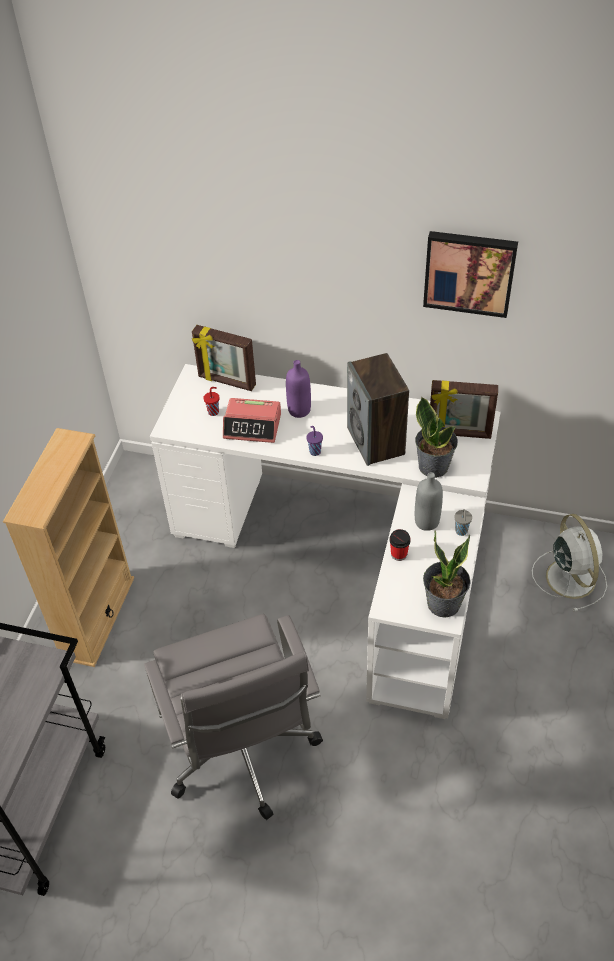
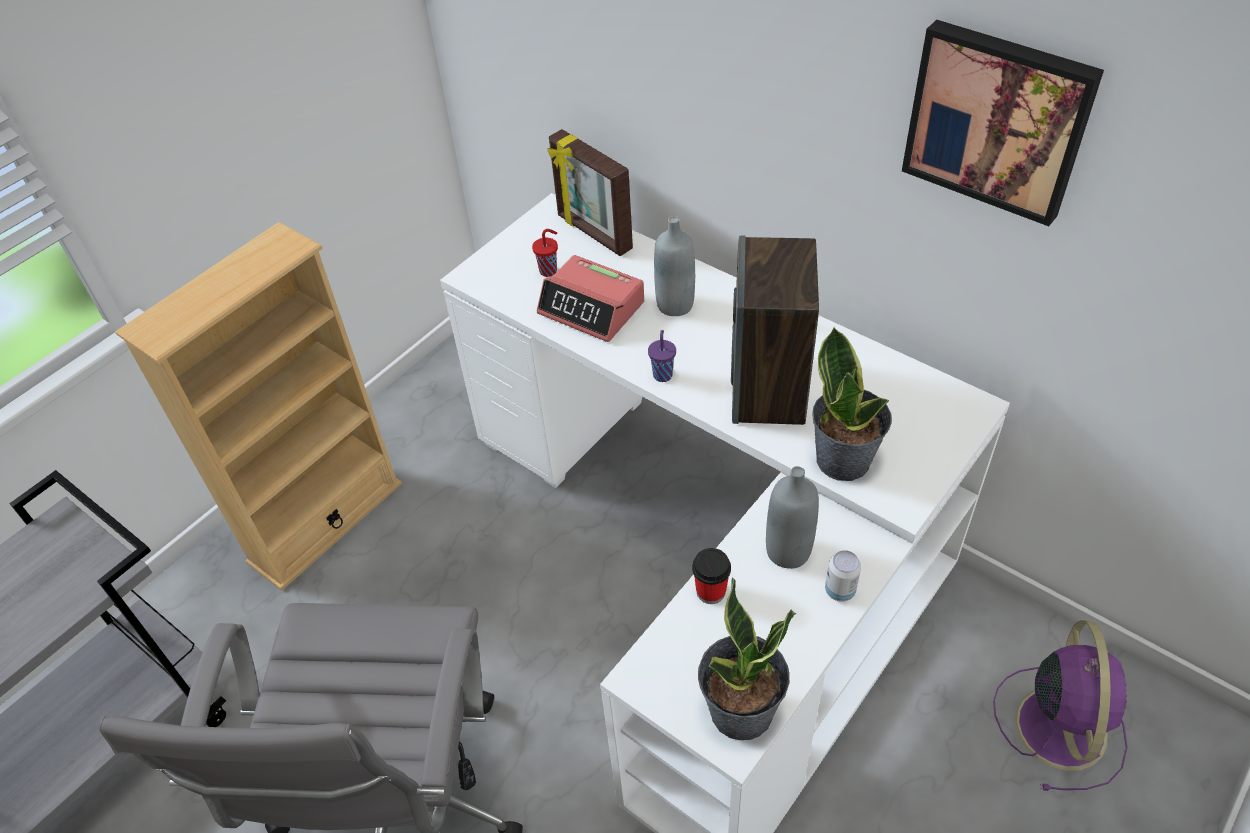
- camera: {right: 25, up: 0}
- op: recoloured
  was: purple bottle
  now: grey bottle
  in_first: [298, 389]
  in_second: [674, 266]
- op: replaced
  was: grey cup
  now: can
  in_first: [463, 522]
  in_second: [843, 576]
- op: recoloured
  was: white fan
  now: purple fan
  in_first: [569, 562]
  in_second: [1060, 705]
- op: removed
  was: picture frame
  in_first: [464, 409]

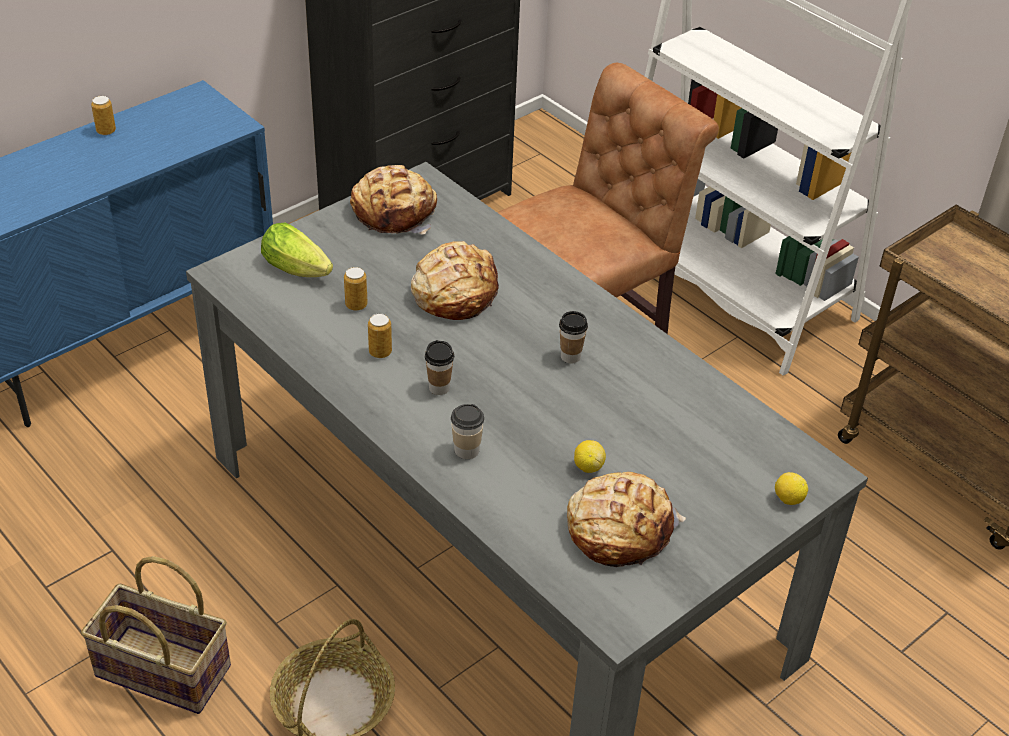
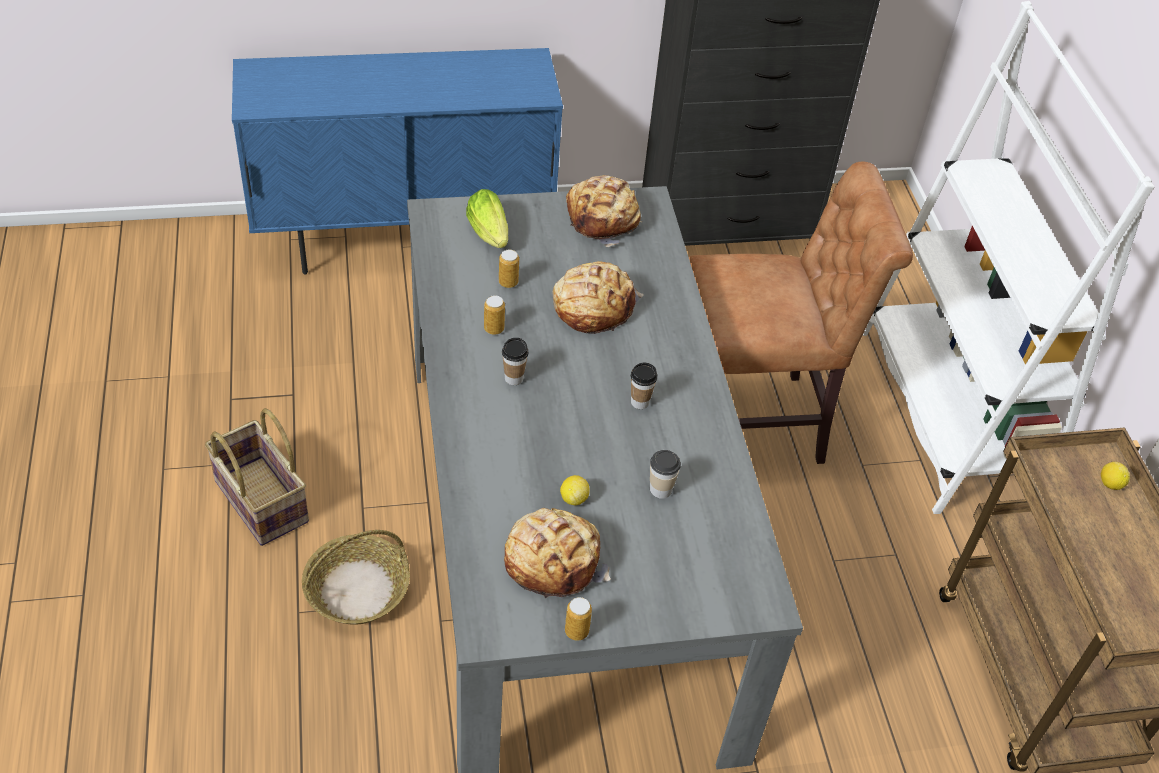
- camera: {right: 30, up: 5}
- op: moved
  was: can
  in_first: [103, 115]
  in_second: [578, 619]
- op: moved
  was: cup
  in_first: [467, 431]
  in_second: [665, 474]
- op: moved
  was: lemon
  in_first: [791, 488]
  in_second: [1115, 476]

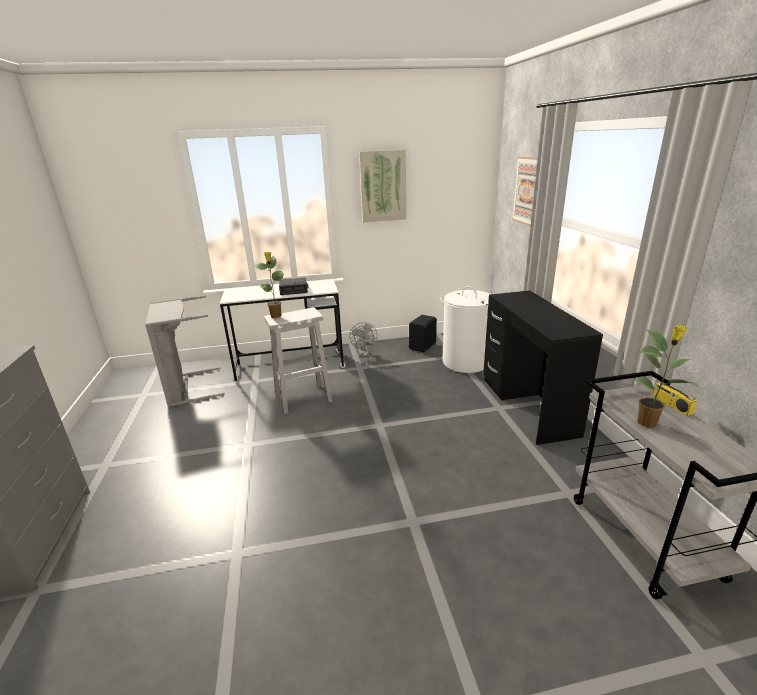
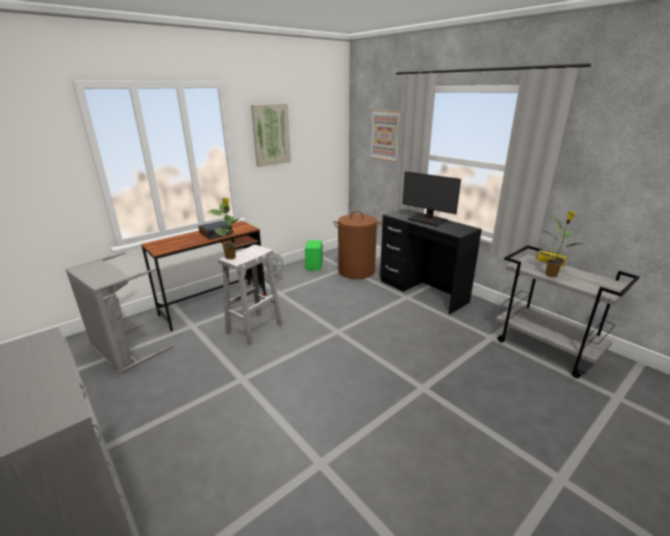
- camera: {right: -30, up: 0}
- op: recoloured
  was: white desk
  now: brown desk
  in_first: [282, 331]
  in_second: [204, 276]
- op: recoloured
  was: black speaker
  now: green speaker
  in_first: [423, 333]
  in_second: [314, 255]
- op: recoloured
  was: white laundry basket
  now: brown laundry basket
  in_first: [465, 329]
  in_second: [357, 245]
- op: added
  now: monitor
  in_second: [432, 198]

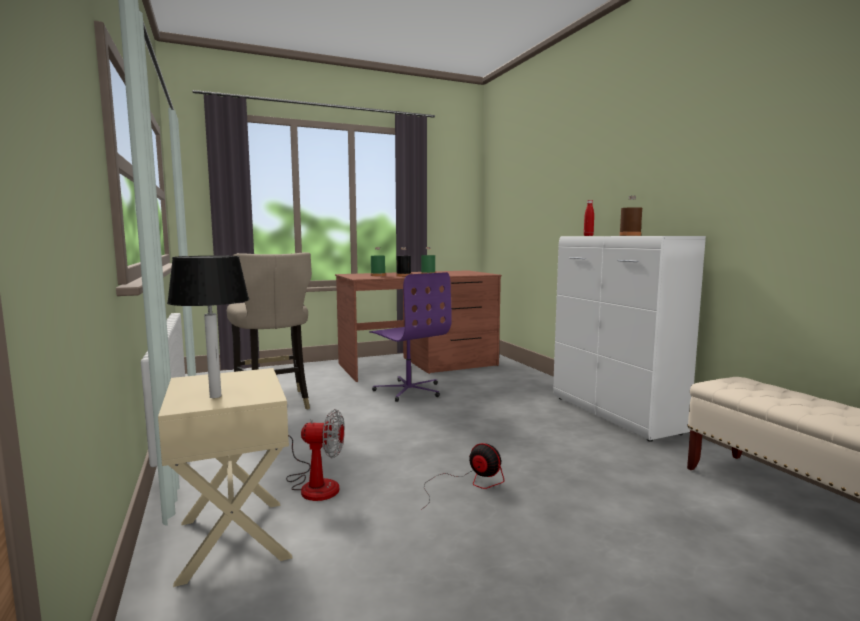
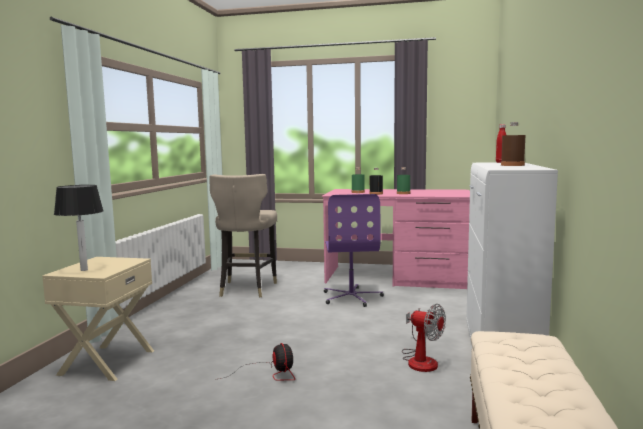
- camera: {right: 35, up: 0}
- op: recoloured
  was: brown desk
  now: pink desk
  in_first: [418, 326]
  in_second: [396, 239]
- op: moved
  was: fan
  in_first: [315, 455]
  in_second: [424, 338]

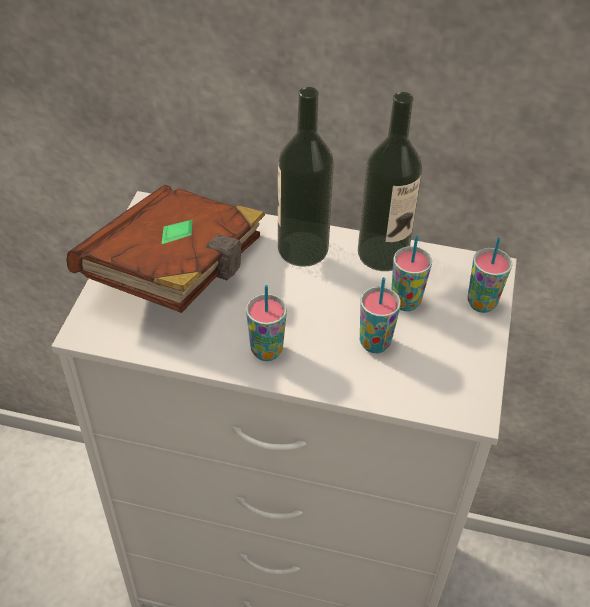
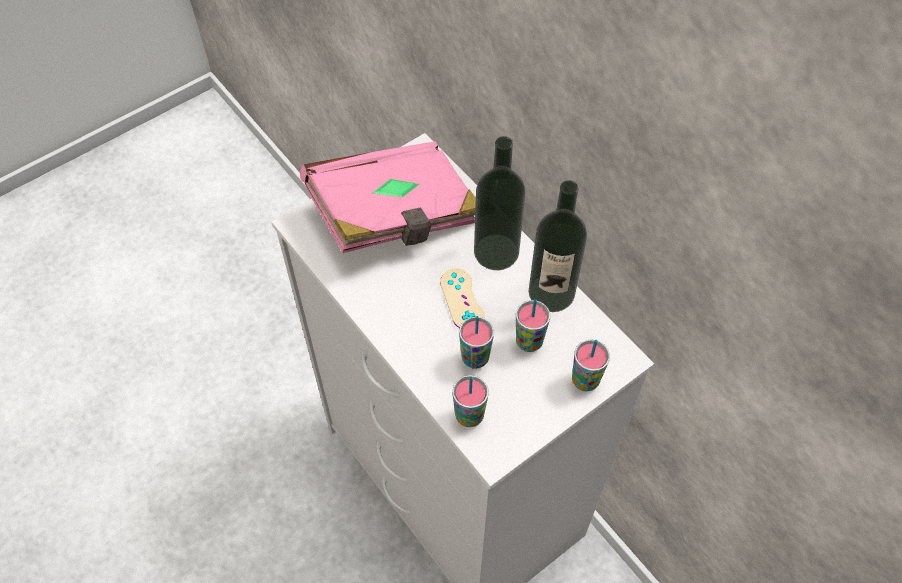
- camera: {right: 40, up: 10}
- op: recoloured
  was: brown book
  now: pink book
  in_first: [165, 249]
  in_second: [388, 197]
- op: added
  now: beige game controller
  in_second: [462, 298]
- op: moved
  was: cup
  in_first: [266, 323]
  in_second: [470, 401]

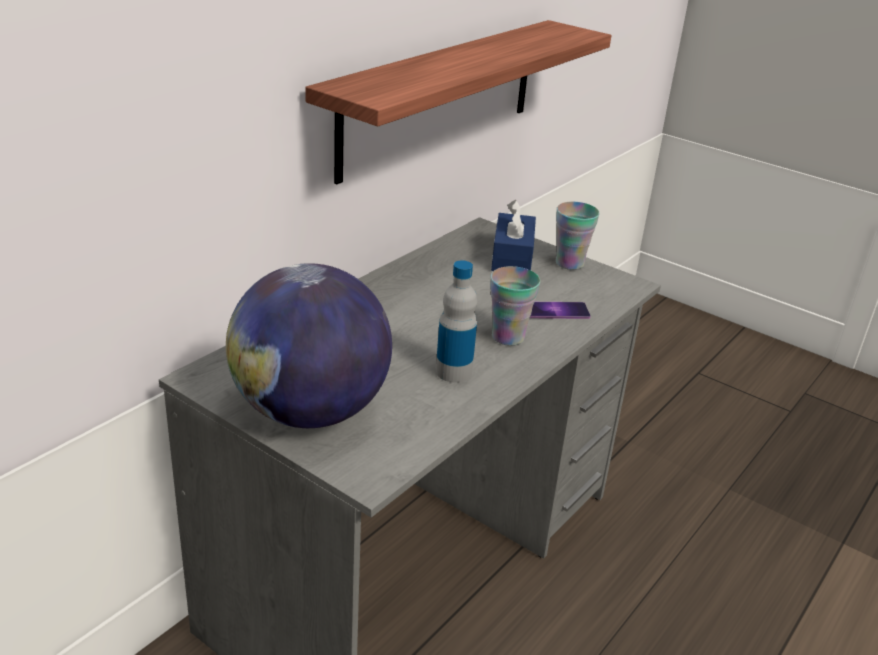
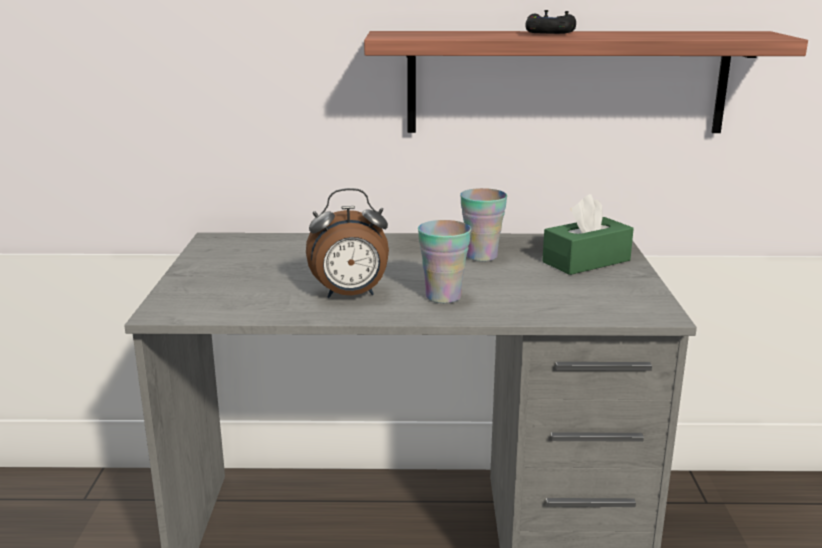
- camera: {right: 55, up: -10}
- op: replaced
  was: bottle
  now: alarm clock
  in_first: [456, 322]
  in_second: [347, 243]
- op: moved
  was: cup
  in_first: [578, 236]
  in_second: [483, 225]
- op: added
  now: black game controller
  in_second: [550, 22]
- op: recoloured
  was: blue tissue box
  now: green tissue box
  in_first: [513, 235]
  in_second: [588, 234]
- op: removed
  was: globe
  in_first: [309, 345]
- op: removed
  was: phone
  in_first: [560, 310]

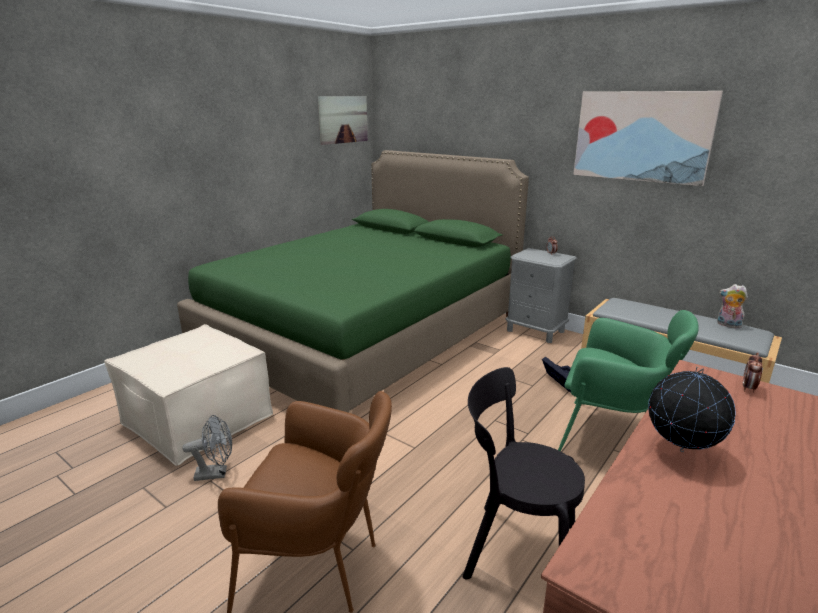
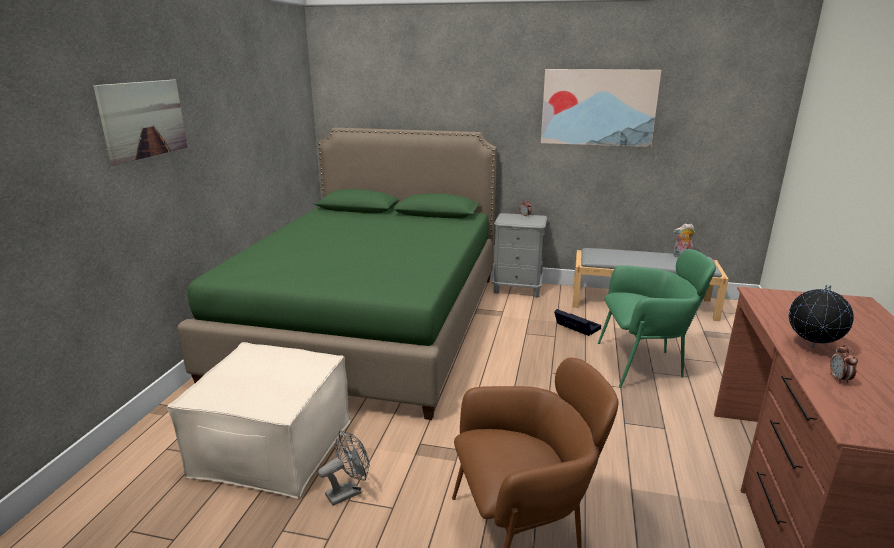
- camera: {right: -25, up: 0}
- op: moved
  was: picture
  in_first: [343, 120]
  in_second: [140, 122]
- op: moved
  was: alarm clock
  in_first: [752, 372]
  in_second: [844, 364]
- op: removed
  was: black chair
  in_first: [524, 473]

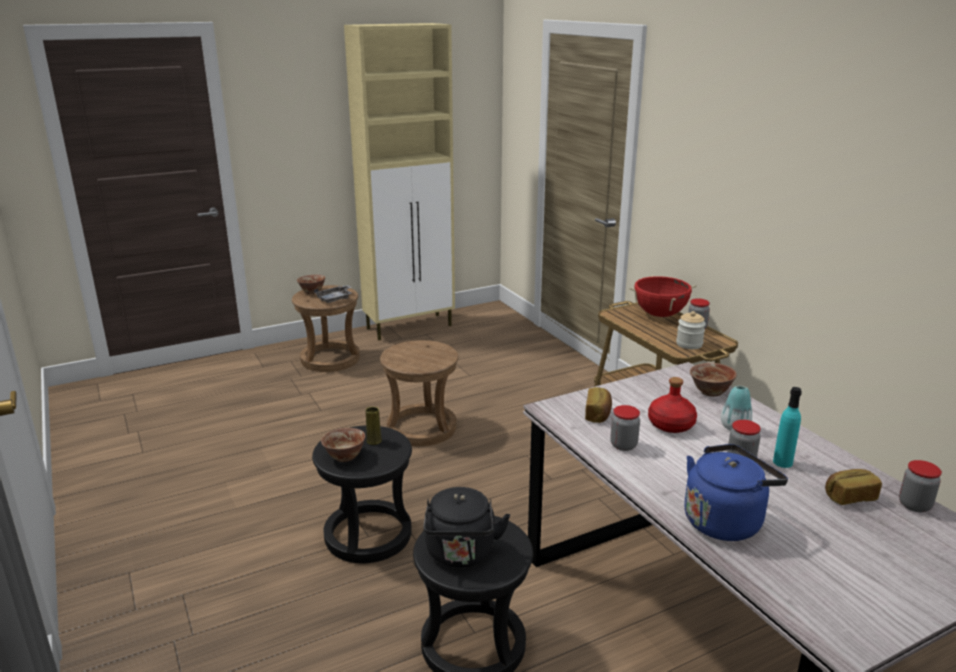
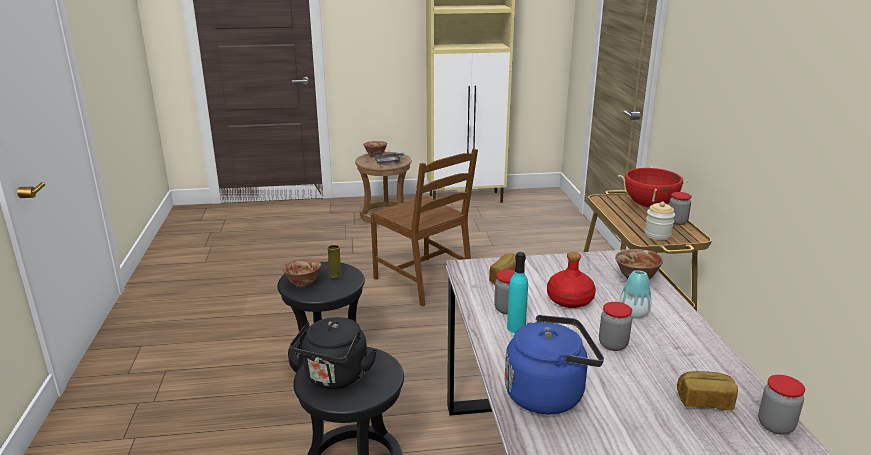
- camera: {right: 20, up: 0}
- op: replaced
  was: brown stool
  now: brown chair
  in_first: [419, 393]
  in_second: [424, 228]
- op: moved
  was: turquoise bottle
  in_first: [787, 427]
  in_second: [517, 292]

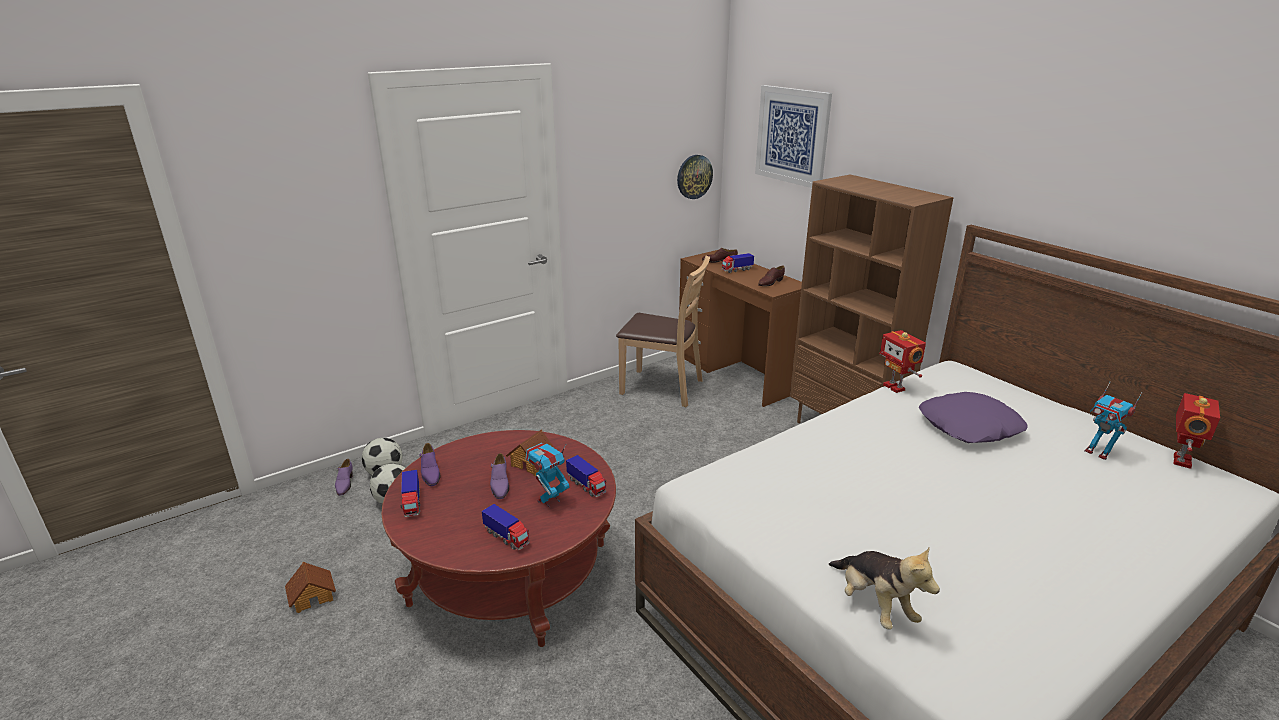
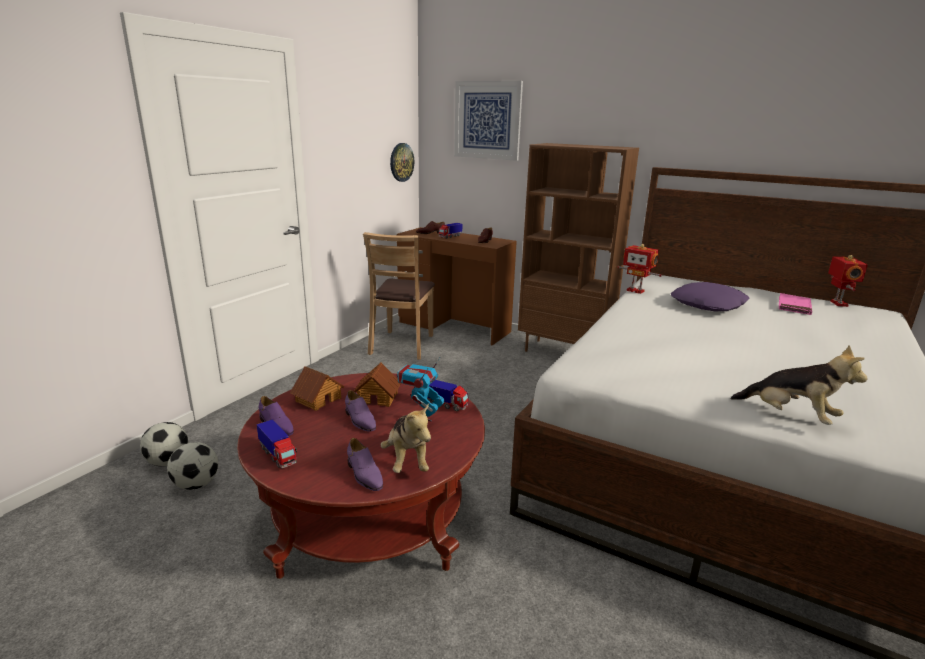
- camera: {right: -25, up: -5}
- op: moved
  was: toy house
  in_first: [310, 587]
  in_second: [317, 388]
- op: moved
  was: purple shoe
  in_first: [344, 477]
  in_second: [365, 464]
- op: turned
  was: brown chair
  in_first: [663, 331]
  in_second: [399, 296]
  clockwise: 105
- op: replaced
  was: toy truck
  now: plush toy
  in_first: [506, 527]
  in_second: [406, 438]
- op: replaced
  was: toy robot
  now: pink book
  in_first: [1113, 420]
  in_second: [795, 304]

